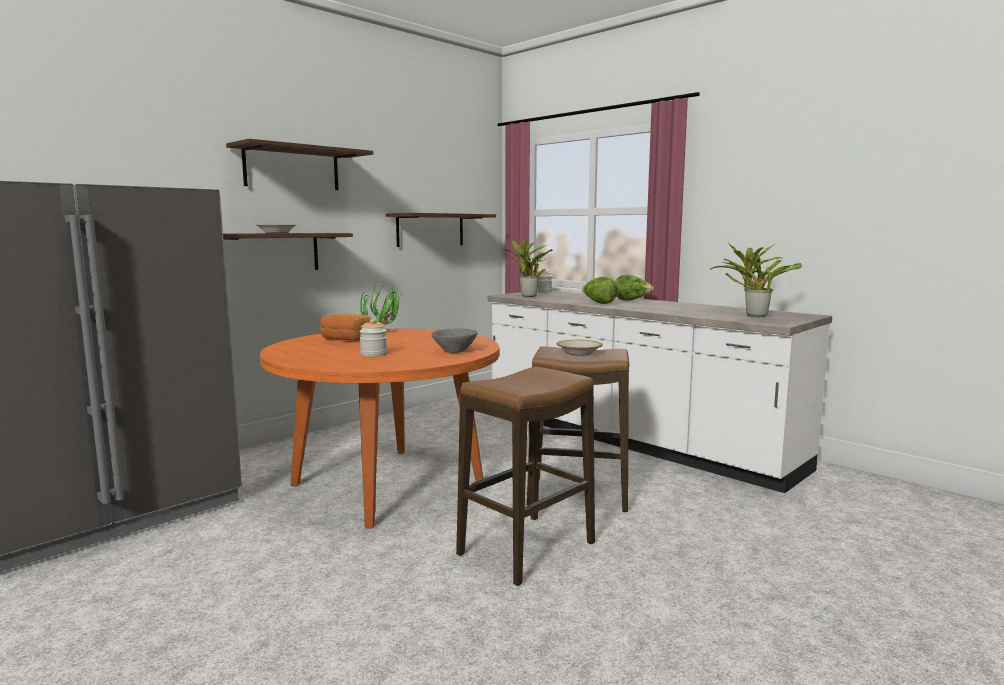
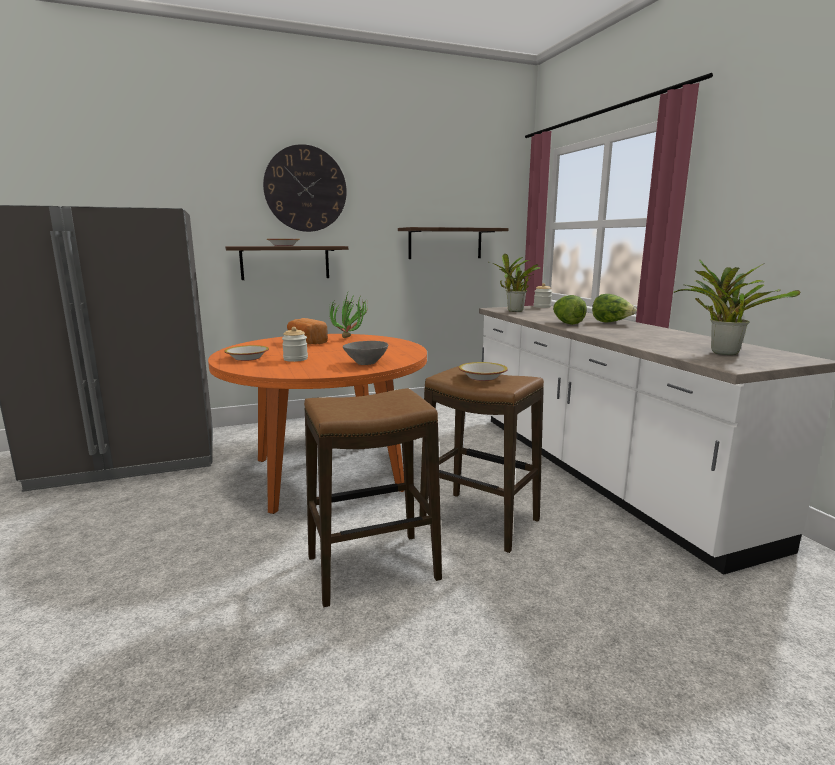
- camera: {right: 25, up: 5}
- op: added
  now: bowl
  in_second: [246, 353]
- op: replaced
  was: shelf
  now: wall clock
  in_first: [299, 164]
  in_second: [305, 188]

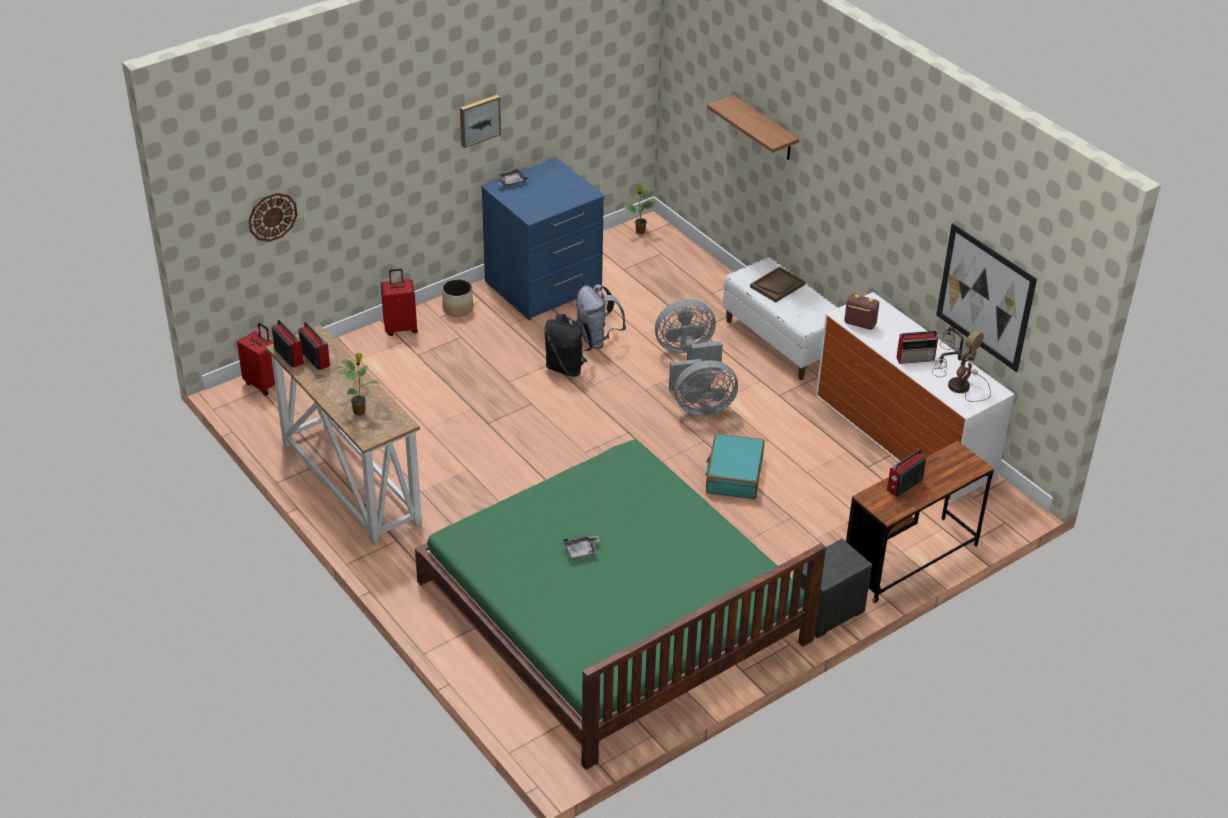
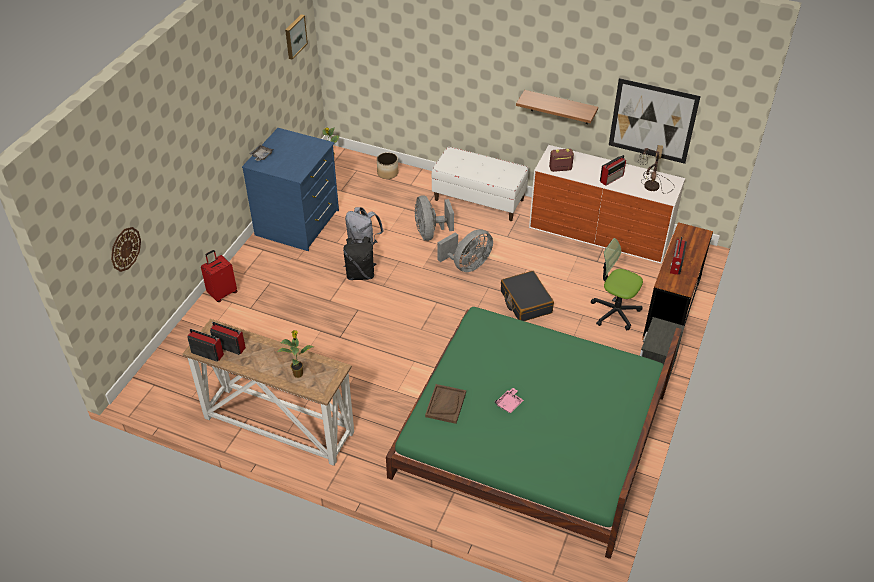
- camera: {right: -30, up: 5}
- op: moved
  was: picture
  in_first: [480, 121]
  in_second: [296, 37]
- op: moved
  was: planter
  in_first: [457, 298]
  in_second: [387, 165]
- op: turned
  was: grey fan
  in_first: [689, 335]
  in_second: [434, 218]
  clockwise: -60
- op: moved
  was: brown tray
  in_first: [777, 285]
  in_second: [445, 404]
- op: recoloured
  was: grey tray
  now: pink tray
  in_first: [581, 547]
  in_second: [509, 401]
- op: recoloured
  was: turquoise suitcase
  now: black suitcase
  in_first: [734, 466]
  in_second: [527, 296]
- op: moved
  was: shelf
  in_first: [753, 127]
  in_second: [557, 107]
- op: added
  now: office chair
  in_second: [617, 284]
- op: removed
  was: red suitcase
  in_first: [256, 359]

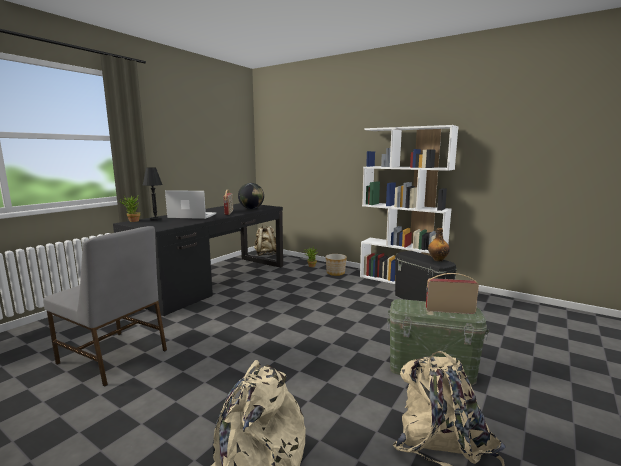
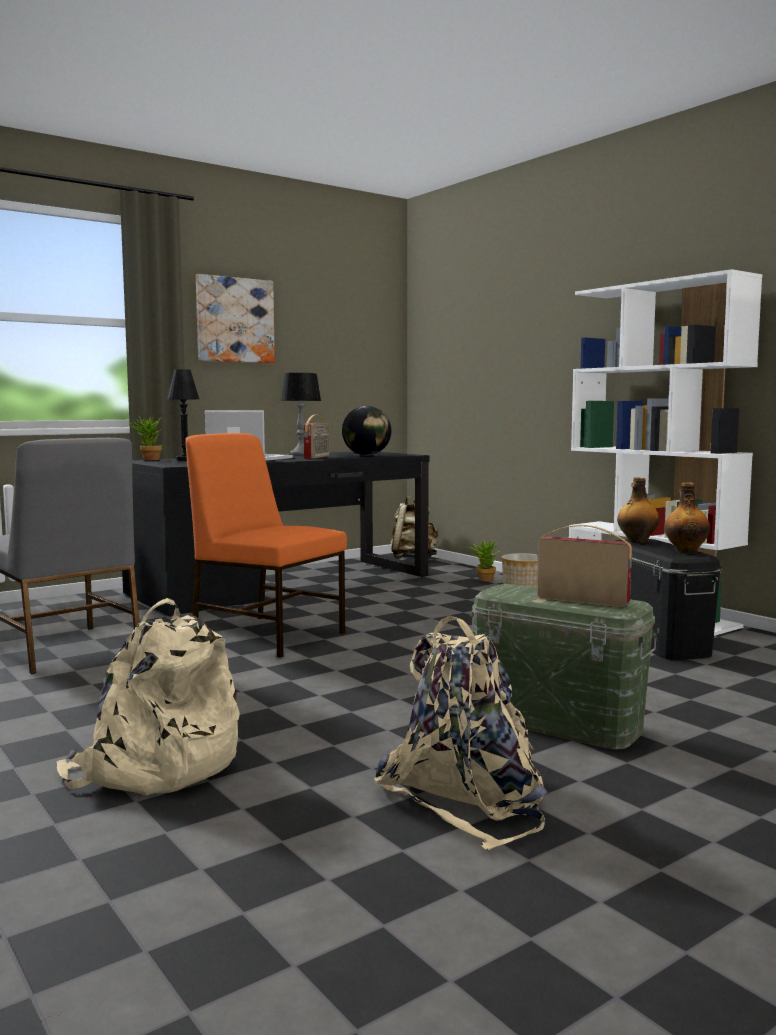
- camera: {right: 20, up: -5}
- op: added
  now: orange chair
  in_second: [266, 545]
- op: added
  now: picture
  in_second: [235, 318]
- op: added
  now: table lamp
  in_second: [300, 414]
- op: added
  now: bottle
  in_second: [638, 510]

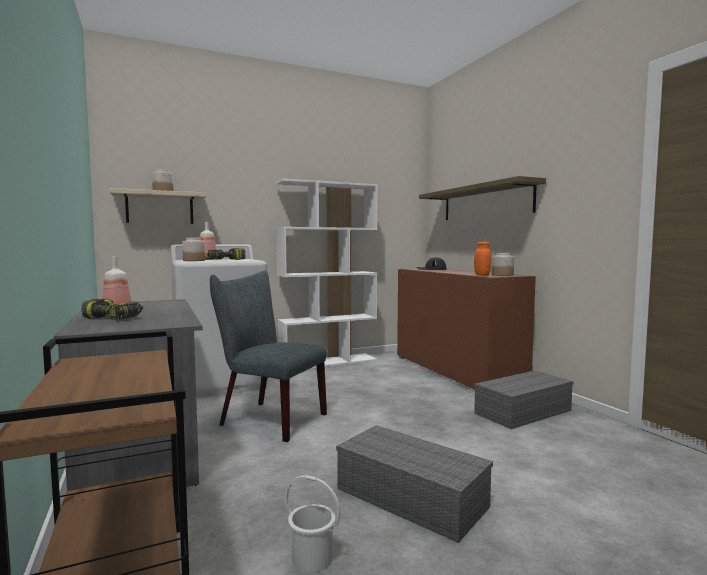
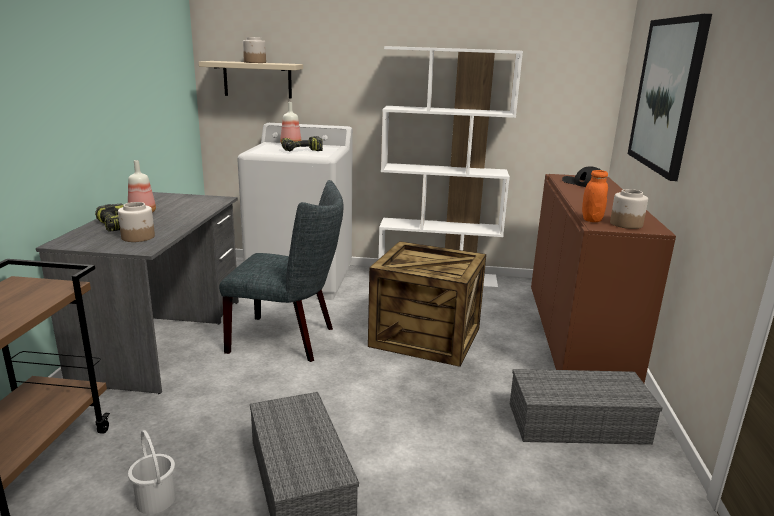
- camera: {right: 30, up: 15}
- op: moved
  was: jar
  in_first: [193, 249]
  in_second: [136, 222]
- op: turned
  was: grey chair
  in_first: [268, 356]
  in_second: [281, 271]
  clockwise: 135
- op: added
  now: crate
  in_second: [427, 304]
- op: replaced
  was: shelf
  now: picture
  in_first: [482, 198]
  in_second: [670, 97]

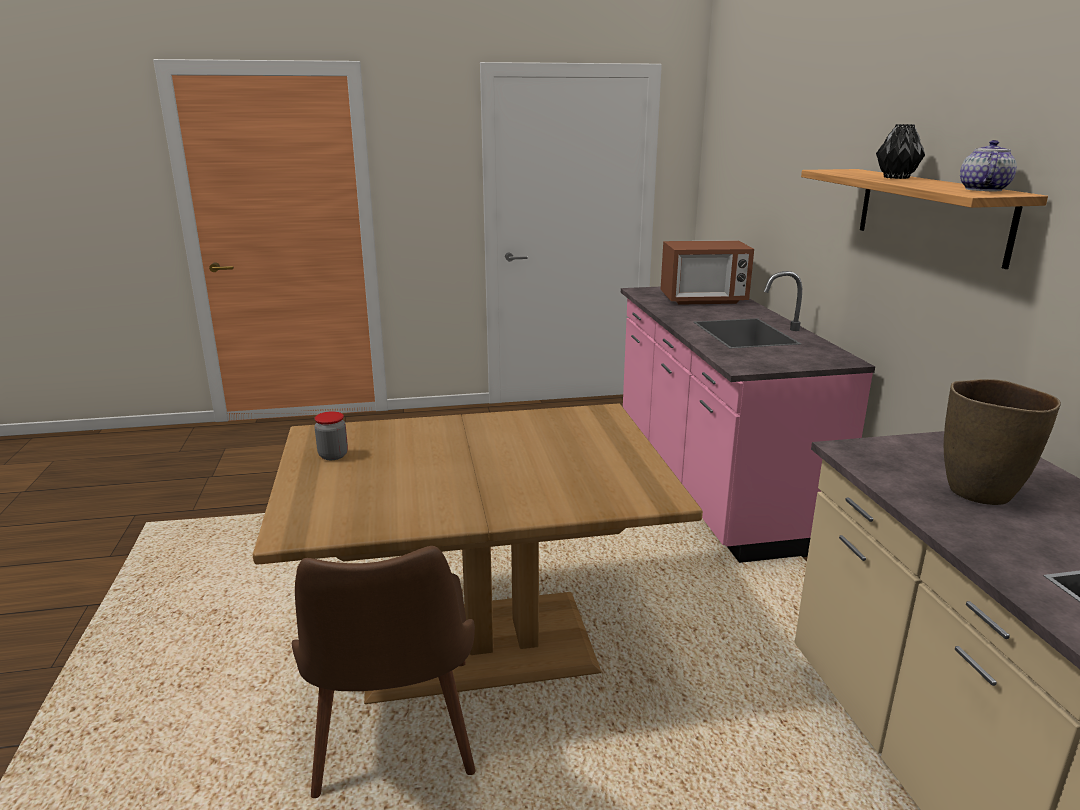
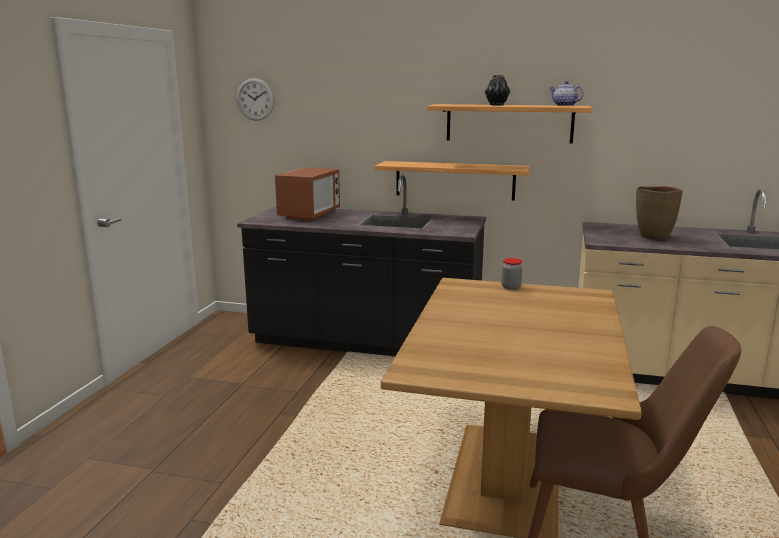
- camera: {right: -65, up: -5}
- op: added
  now: wall clock
  in_second: [256, 99]
- op: recoloured
  was: pink counter
  now: black counter
  in_first: [748, 417]
  in_second: [361, 265]
- op: added
  now: shelf
  in_second: [452, 181]
- op: moved
  was: jar
  in_first: [331, 435]
  in_second: [511, 274]

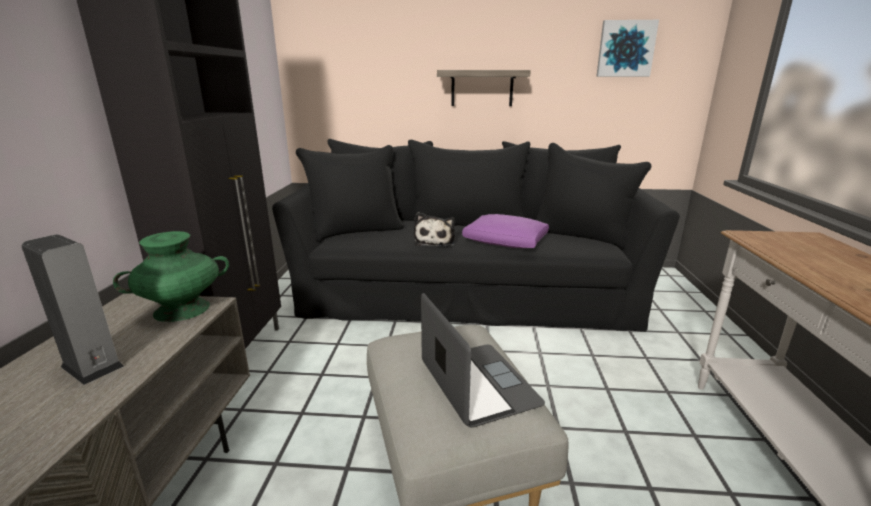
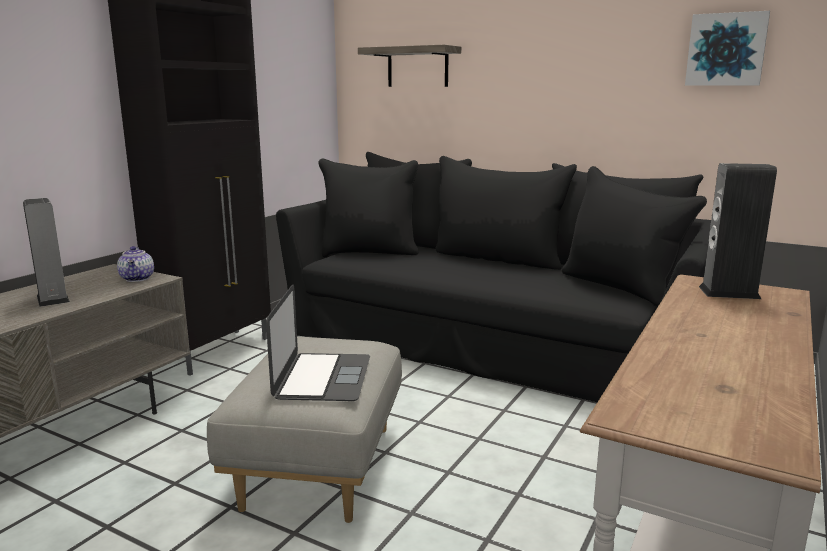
- camera: {right: 25, up: -5}
- op: replaced
  was: green vase
  now: teapot
  in_first: [171, 276]
  in_second: [135, 264]
- op: moved
  was: shelf
  in_first: [484, 88]
  in_second: [409, 65]
- op: added
  now: speaker
  in_second: [738, 231]
- op: removed
  was: plush toy
  in_first: [434, 229]
- op: removed
  was: purple pillow
  in_first: [505, 231]

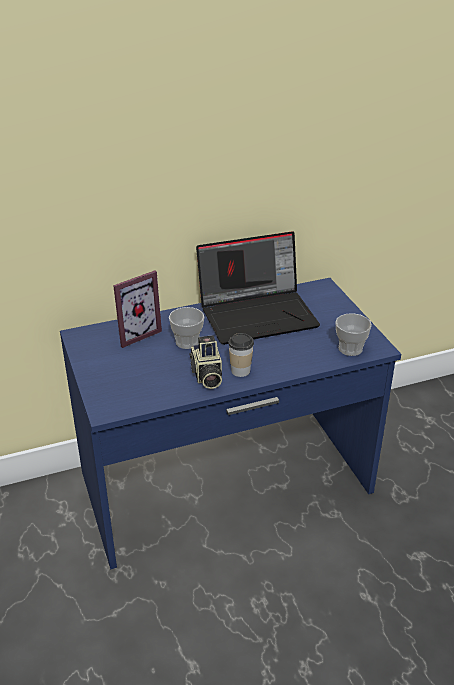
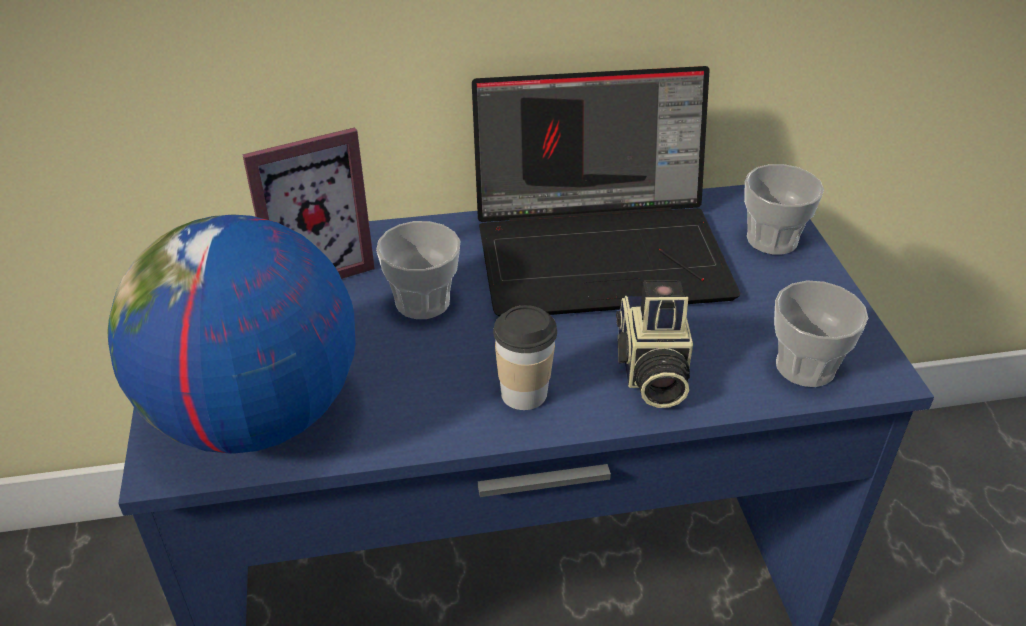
- camera: {right: 10, up: 5}
- op: added
  now: globe
  in_second: [231, 334]
- op: moved
  was: photo camera
  in_first: [205, 362]
  in_second: [654, 344]
- op: added
  now: cup
  in_second: [784, 209]

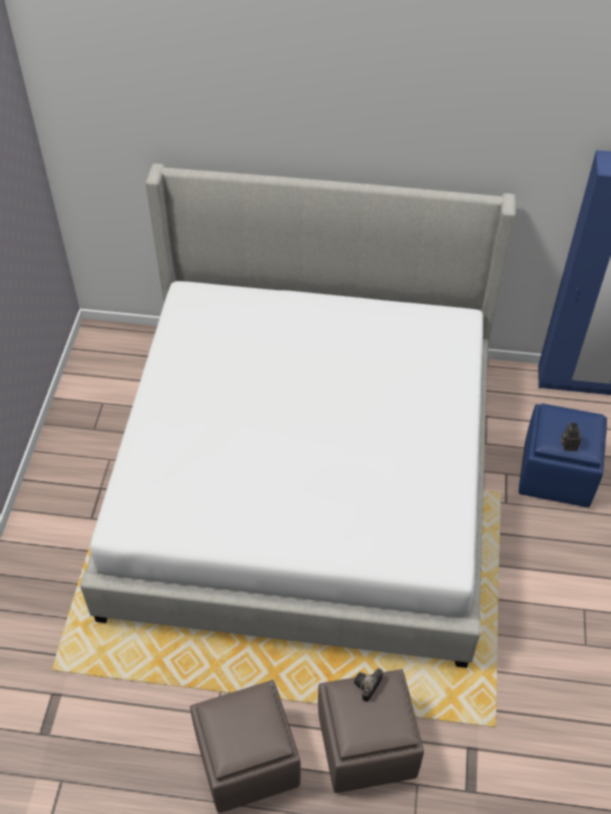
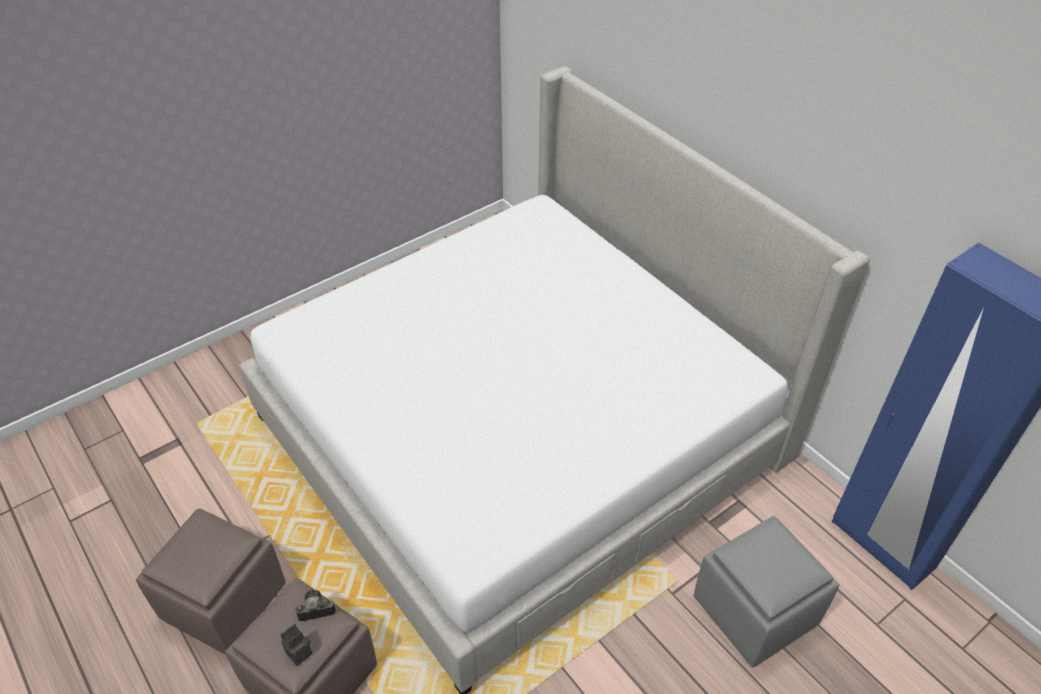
- camera: {right: 45, up: -5}
- op: moved
  was: photo camera
  in_first: [571, 436]
  in_second: [296, 644]
- op: recoloured
  was: blue ottoman
  now: grey ottoman
  in_first: [563, 455]
  in_second: [766, 591]

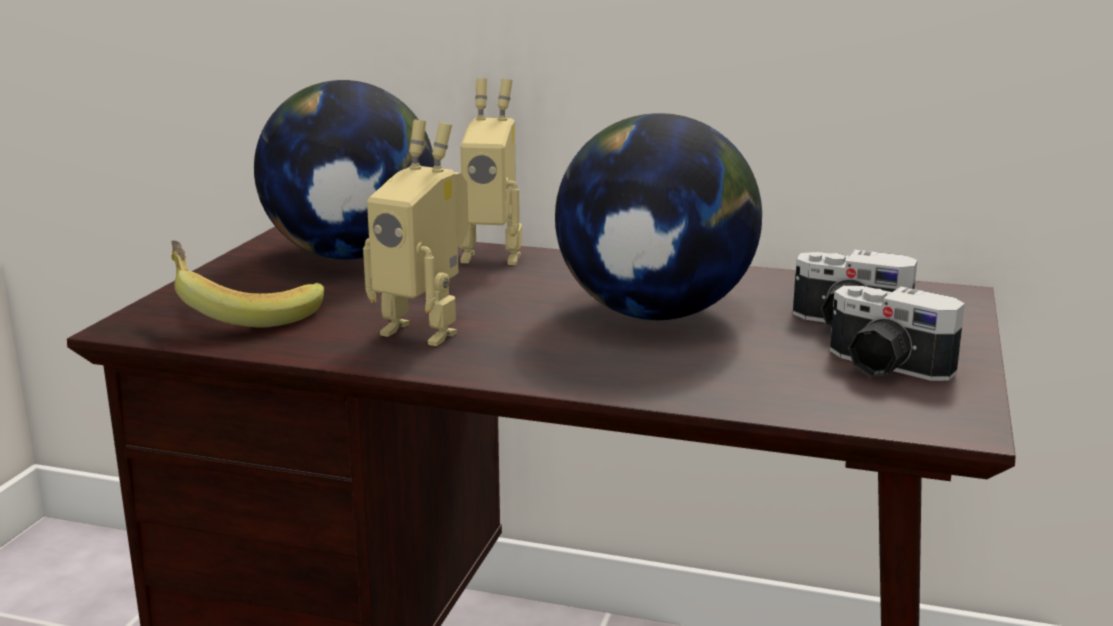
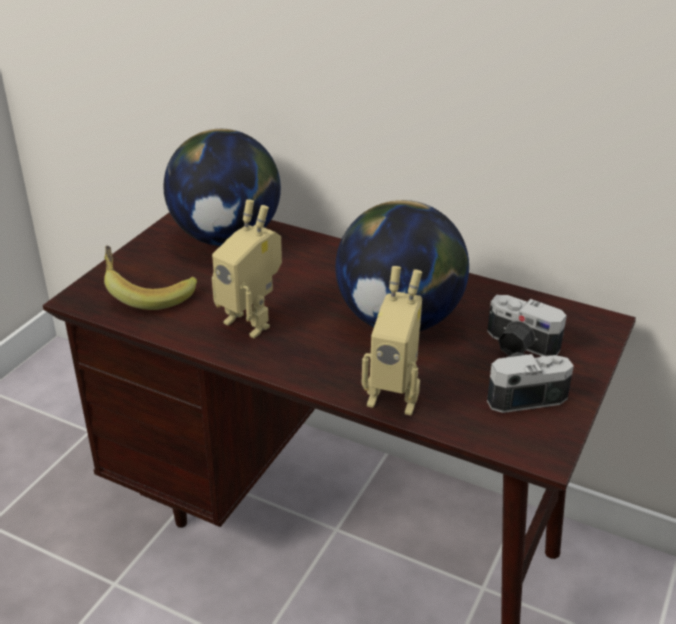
- camera: {right: 10, up: 15}
- op: moved
  was: toy robot
  in_first: [490, 171]
  in_second: [392, 340]
- op: turned
  was: photo camera
  in_first: [897, 333]
  in_second: [530, 382]
  clockwise: 120

